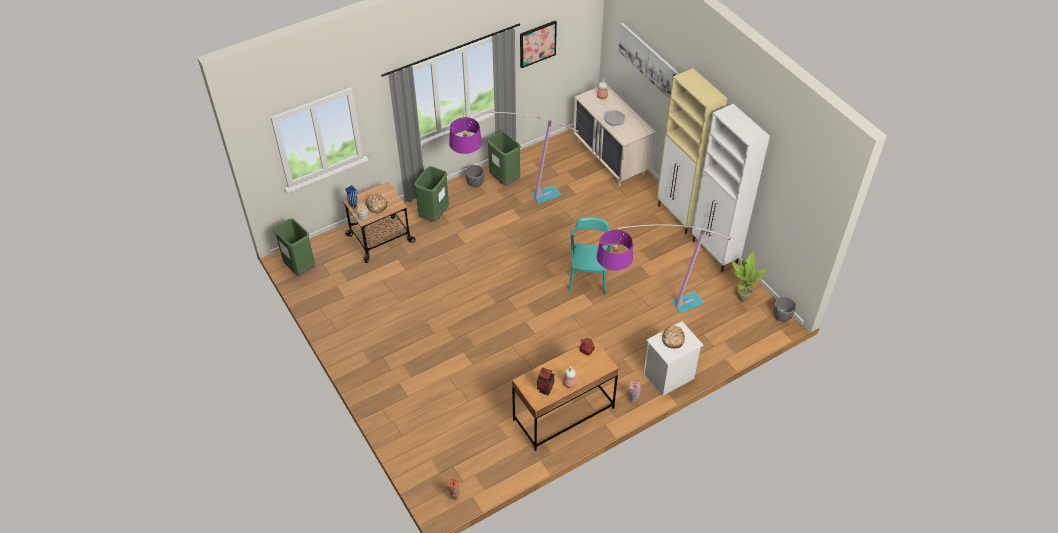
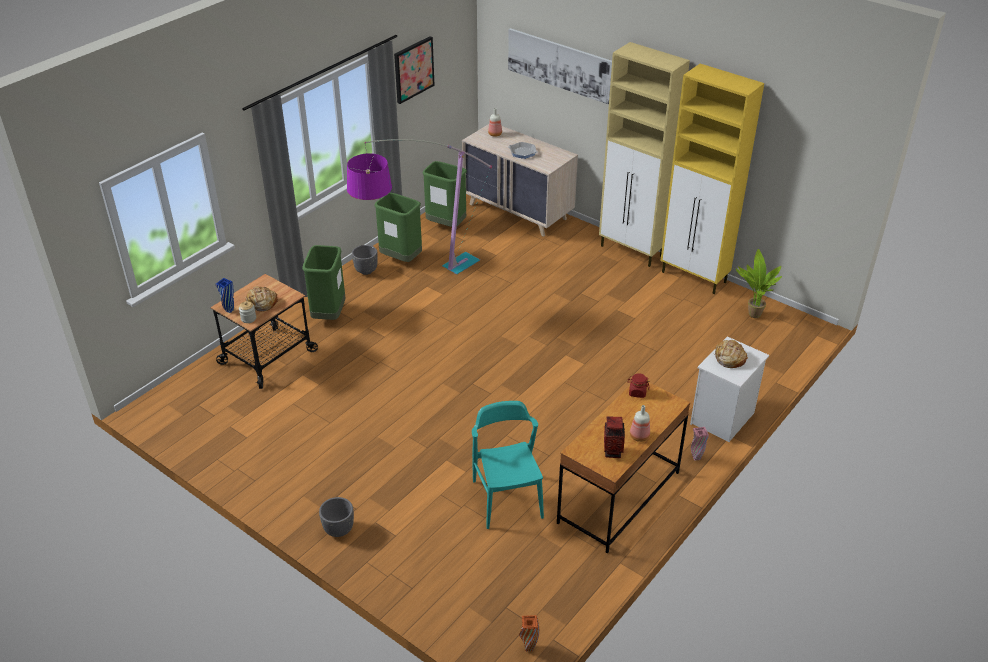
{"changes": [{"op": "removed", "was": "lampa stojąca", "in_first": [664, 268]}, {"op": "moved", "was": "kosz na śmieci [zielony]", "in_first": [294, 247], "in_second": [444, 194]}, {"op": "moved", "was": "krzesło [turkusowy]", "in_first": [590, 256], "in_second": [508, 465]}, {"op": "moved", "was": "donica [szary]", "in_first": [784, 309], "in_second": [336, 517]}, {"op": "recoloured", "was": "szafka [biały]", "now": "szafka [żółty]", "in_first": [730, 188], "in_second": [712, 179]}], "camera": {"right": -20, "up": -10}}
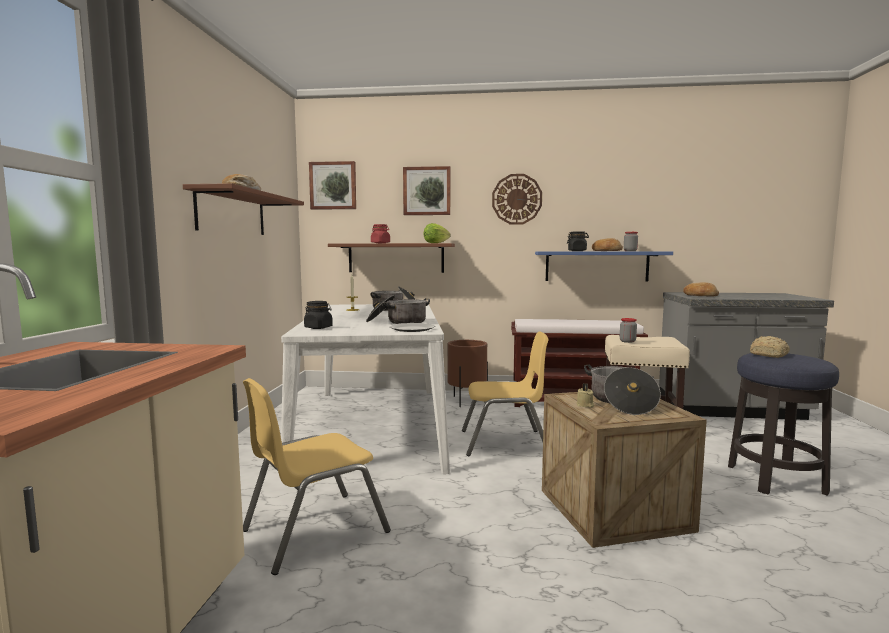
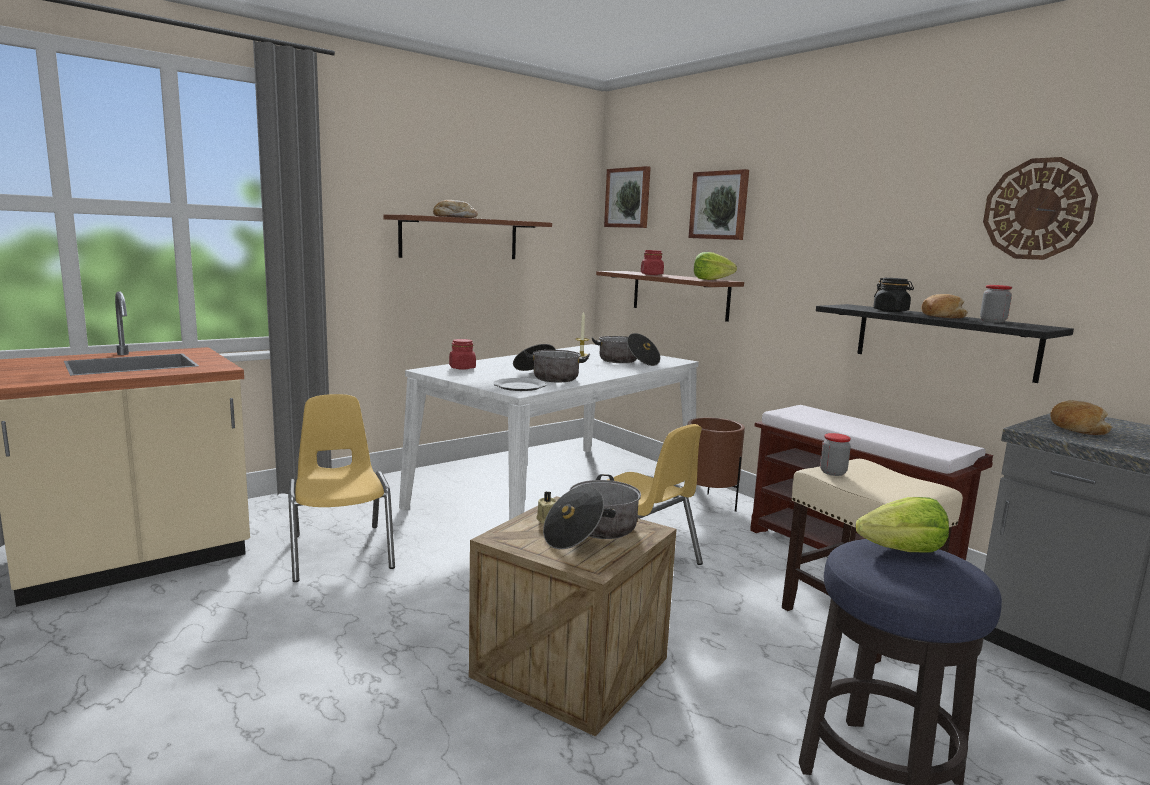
{"changes": [{"op": "moved", "was": "zegar ścienny", "in_first": [517, 199], "in_second": [1040, 208]}, {"op": "replaced", "was": "chleb", "now": "sałata", "in_first": [770, 347], "in_second": [902, 524]}, {"op": "recoloured", "was": "słoik [czarny]", "now": "słoik [czerwony]", "in_first": [318, 315], "in_second": [462, 354]}, {"op": "recoloured", "was": "półka [niebieski]", "now": "półka [czarny]", "in_first": [604, 266], "in_second": [945, 343]}, {"op": "turned", "was": "krzesło [żółty]", "in_first": [317, 476], "in_second": [341, 488], "clockwise": 60}], "camera": {"right": 45, "up": 5}}
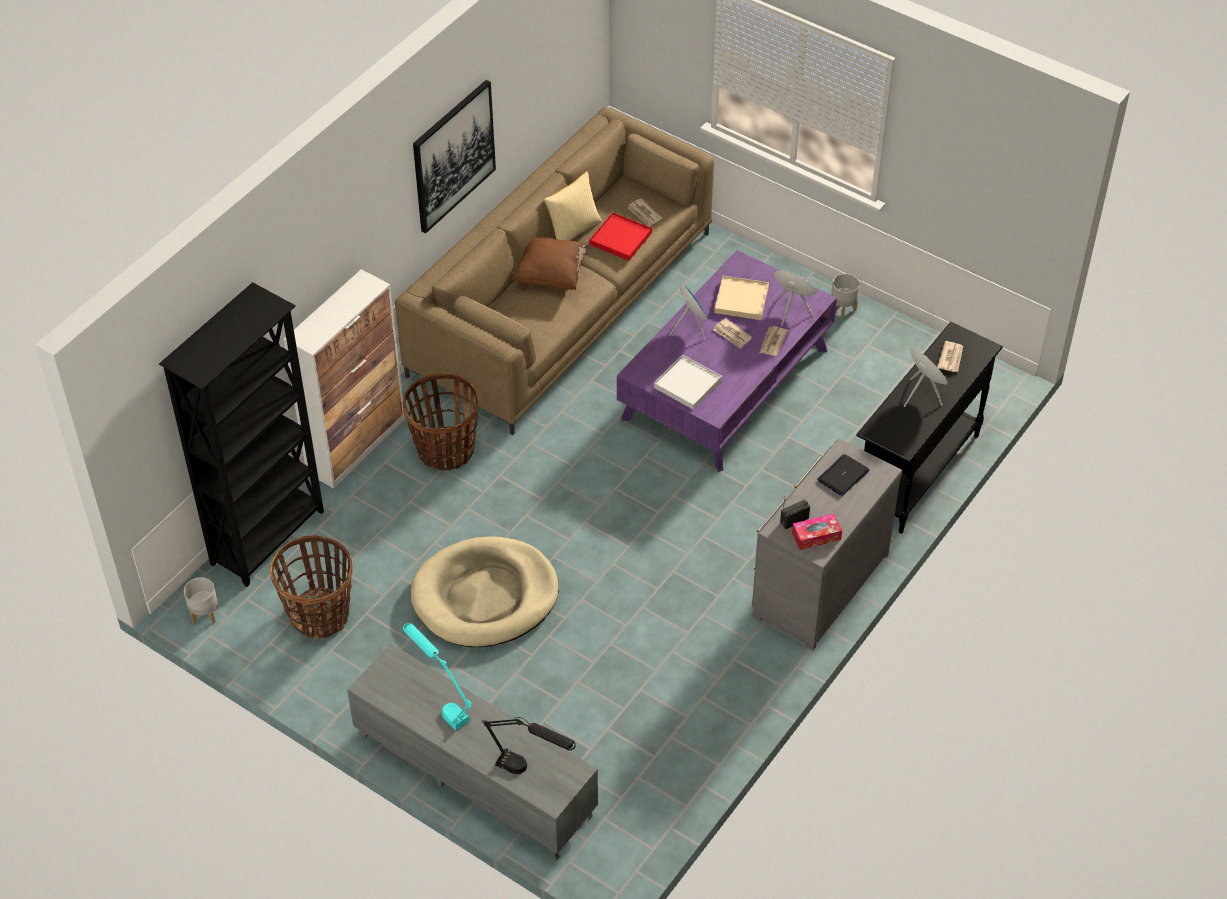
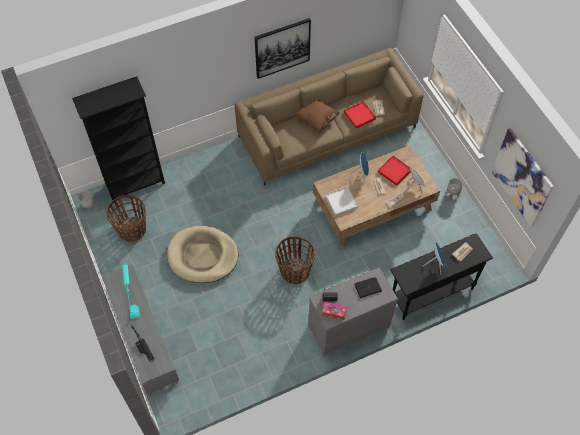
{"changes": [{"op": "removed", "was": "szafka", "in_first": [344, 379]}, {"op": "removed", "was": "poduszka", "in_first": [573, 206]}, {"op": "added", "now": "obraz", "in_second": [523, 177]}, {"op": "moved", "was": "koszyk", "in_first": [441, 422], "in_second": [295, 260]}, {"op": "recoloured", "was": "ława [fioletowy]", "now": "ława [brązowy]", "in_first": [727, 361], "in_second": [376, 196]}, {"op": "recoloured", "was": "taca [beżowy]", "now": "taca [czerwony]", "in_first": [741, 298], "in_second": [394, 171]}], "camera": {"right": 30, "up": 10}}
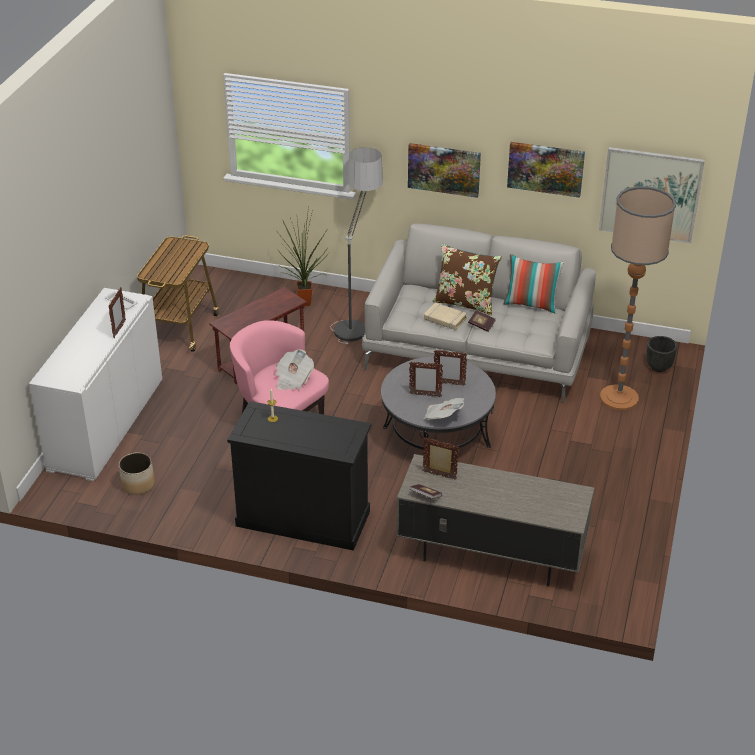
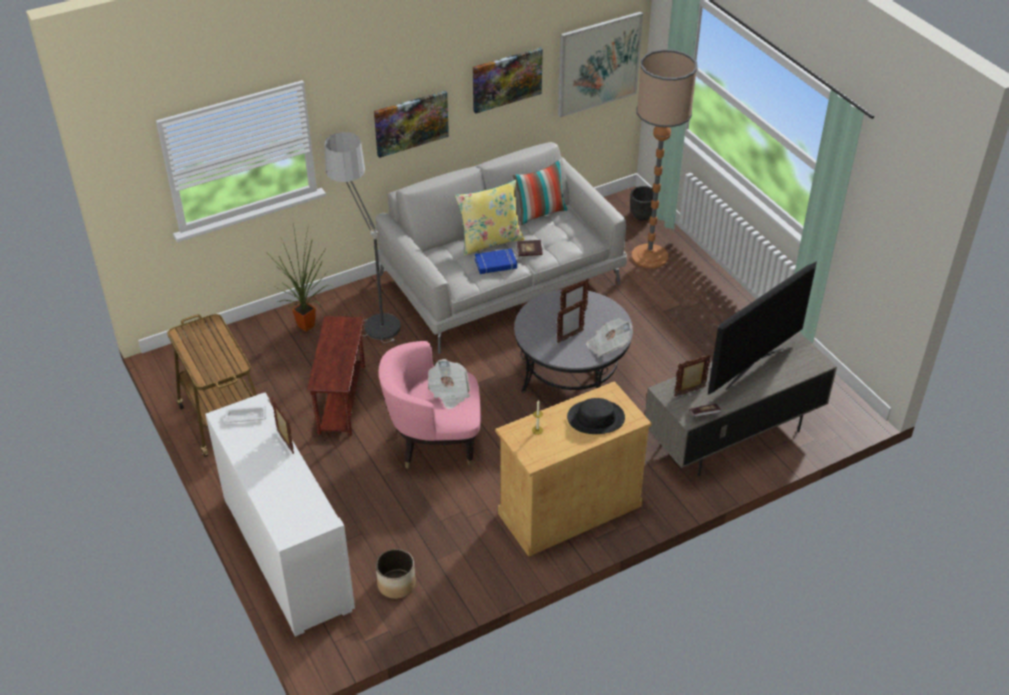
{"changes": [{"op": "added", "now": "kapelusz [czarny]", "in_second": [596, 416]}, {"op": "added", "now": "telewizor", "in_second": [762, 328]}, {"op": "recoloured", "was": "szafka [czarny]", "now": "szafka [beżowy]", "in_first": [299, 476], "in_second": [573, 469]}, {"op": "recoloured", "was": "książka [beżowy]", "now": "książka [niebieski]", "in_first": [445, 316], "in_second": [496, 261]}, {"op": "recoloured", "was": "poduszka [brązowy]", "now": "poduszka [żółty]", "in_first": [467, 279], "in_second": [489, 218]}], "camera": {"right": -45, "up": 5}}
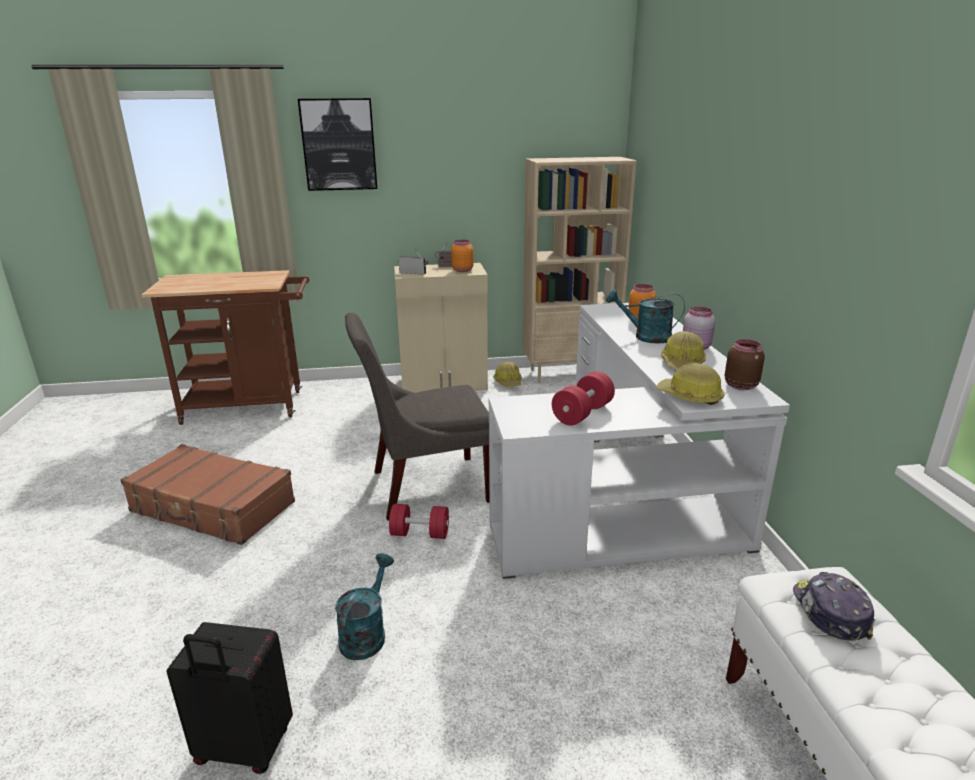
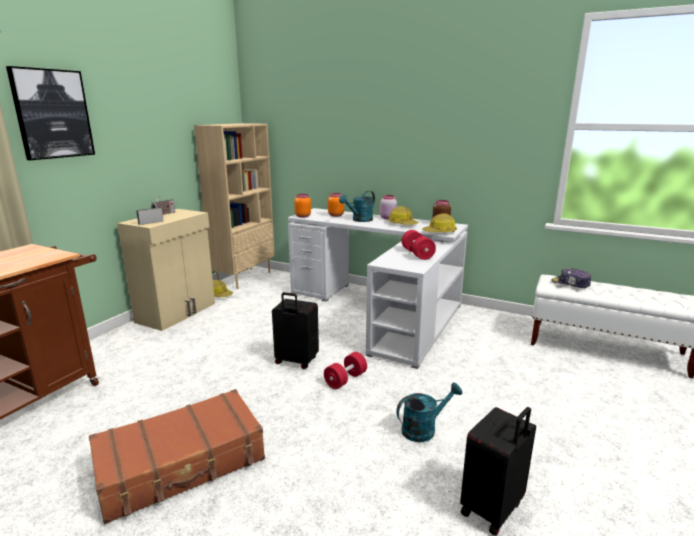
{"changes": [{"op": "moved", "was": "słoik [pomarańczowy]", "in_first": [462, 256], "in_second": [302, 206]}, {"op": "replaced", "was": "krzesło [szary]", "now": "walizka [czarny]", "in_first": [417, 417], "in_second": [295, 330]}, {"op": "turned", "was": "konewka [turkusowy]", "in_first": [364, 606], "in_second": [429, 412], "clockwise": 105}], "camera": {"right": -55, "up": -5}}
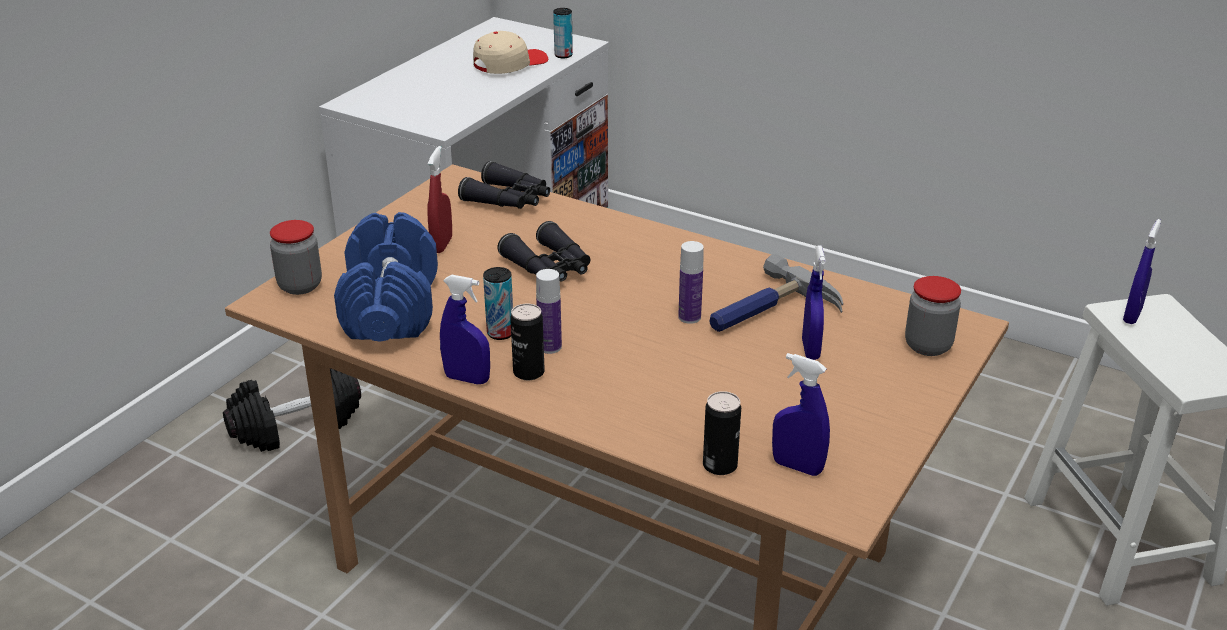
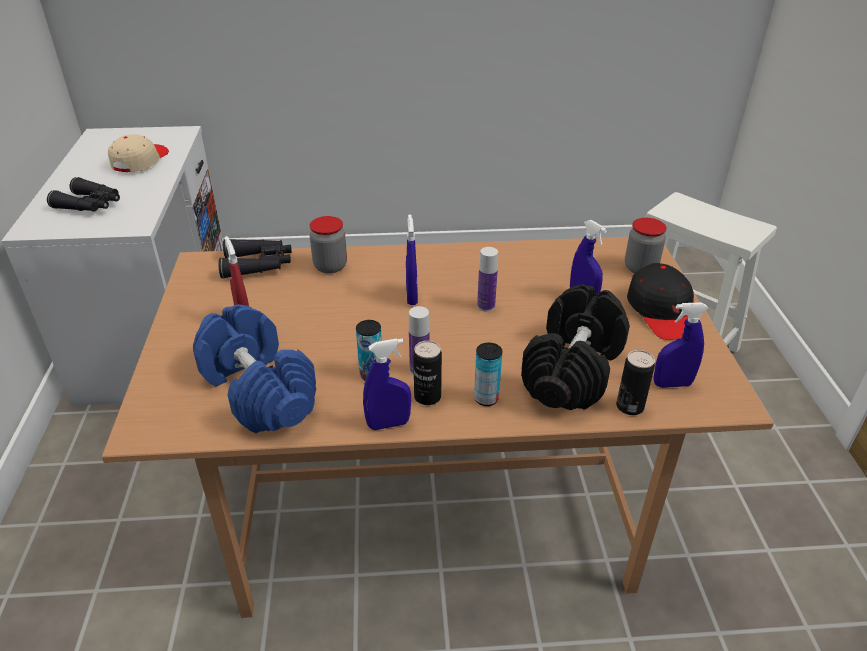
{"changes": [{"op": "removed", "was": "młotek", "in_first": [776, 293]}, {"op": "added", "now": "czapka z daszkiem [czarny]", "in_second": [660, 301]}, {"op": "moved", "was": "hantel [czarny]", "in_first": [292, 410], "in_second": [575, 347]}, {"op": "moved", "was": "słoik", "in_first": [296, 257], "in_second": [328, 245]}, {"op": "moved", "was": "lornetka [czarny]", "in_first": [544, 251], "in_second": [83, 194]}, {"op": "moved", "was": "puszka", "in_first": [563, 33], "in_second": [488, 374]}, {"op": "moved", "was": "spryskiwacz [niebieski]", "in_first": [1142, 271], "in_second": [412, 259]}], "camera": {"right": -35, "up": 5}}
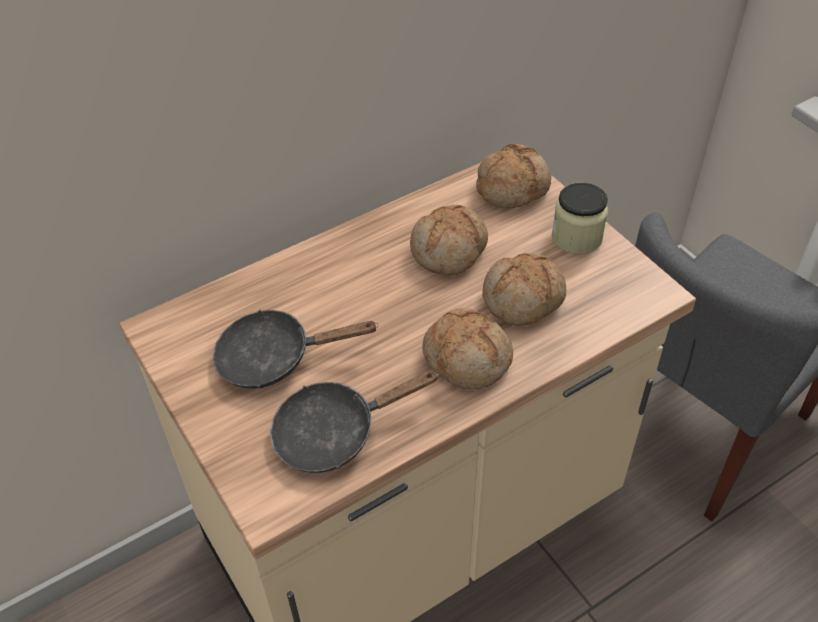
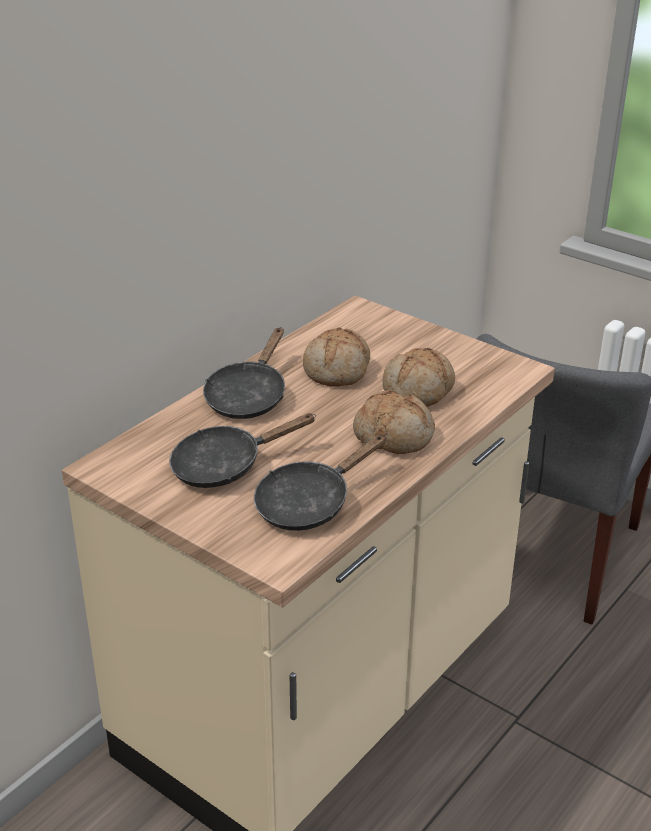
{"changes": [{"op": "removed", "was": "chleb", "in_first": [513, 176]}, {"op": "removed", "was": "słoik", "in_first": [580, 218]}, {"op": "added", "now": "patelnia [czarny]", "in_second": [244, 373]}], "camera": {"right": -20, "up": -15}}
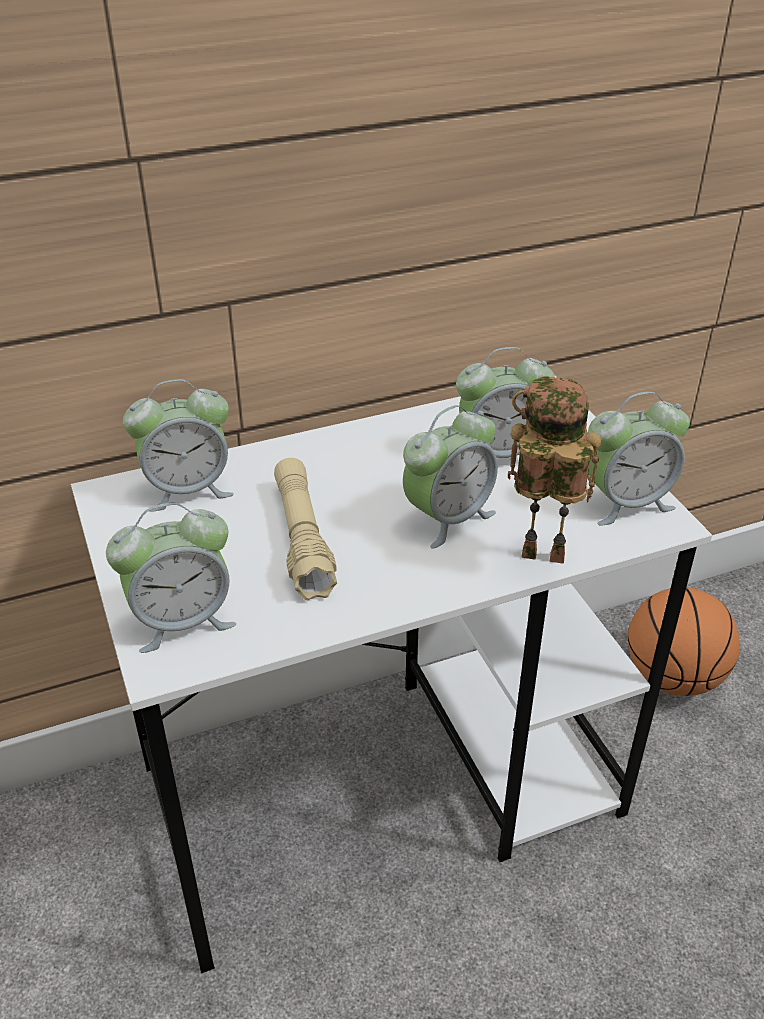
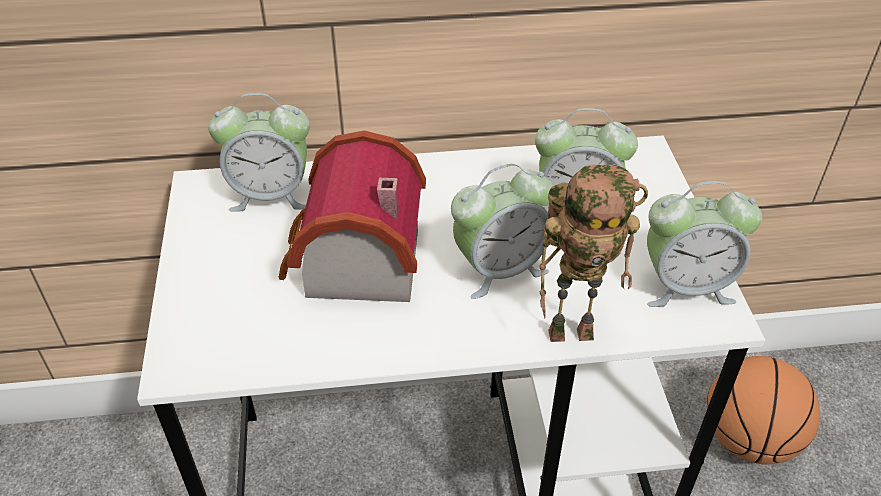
{"changes": [{"op": "removed", "was": "budzik", "in_first": [171, 578]}, {"op": "replaced", "was": "latarka [beżowy]", "now": "domek", "in_first": [305, 529], "in_second": [352, 216]}, {"op": "turned", "was": "robot zabawkowy", "in_first": [554, 470], "in_second": [593, 253], "clockwise": 150}], "camera": {"right": 15, "up": 5}}
